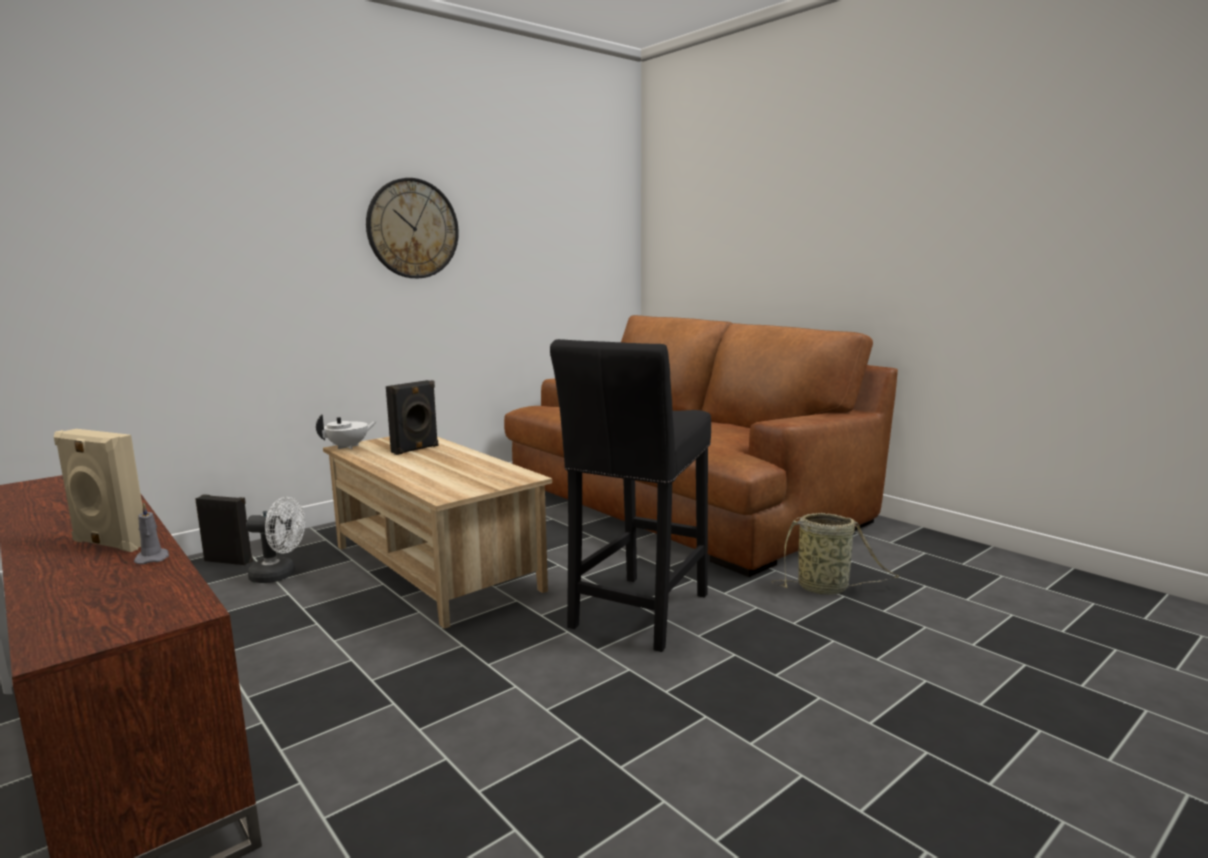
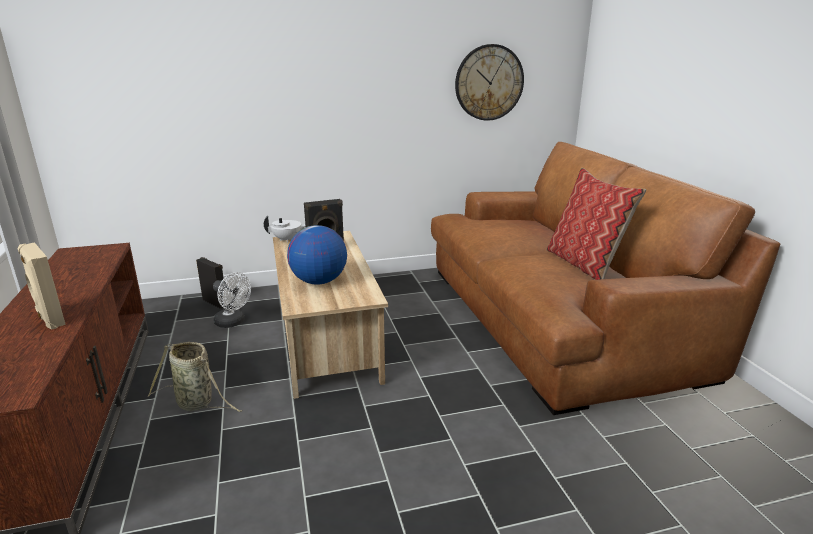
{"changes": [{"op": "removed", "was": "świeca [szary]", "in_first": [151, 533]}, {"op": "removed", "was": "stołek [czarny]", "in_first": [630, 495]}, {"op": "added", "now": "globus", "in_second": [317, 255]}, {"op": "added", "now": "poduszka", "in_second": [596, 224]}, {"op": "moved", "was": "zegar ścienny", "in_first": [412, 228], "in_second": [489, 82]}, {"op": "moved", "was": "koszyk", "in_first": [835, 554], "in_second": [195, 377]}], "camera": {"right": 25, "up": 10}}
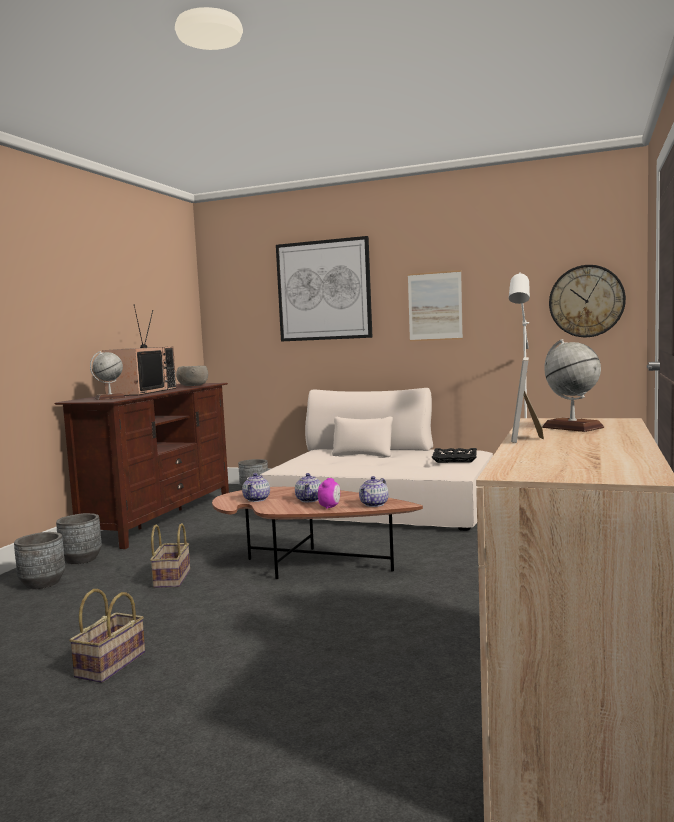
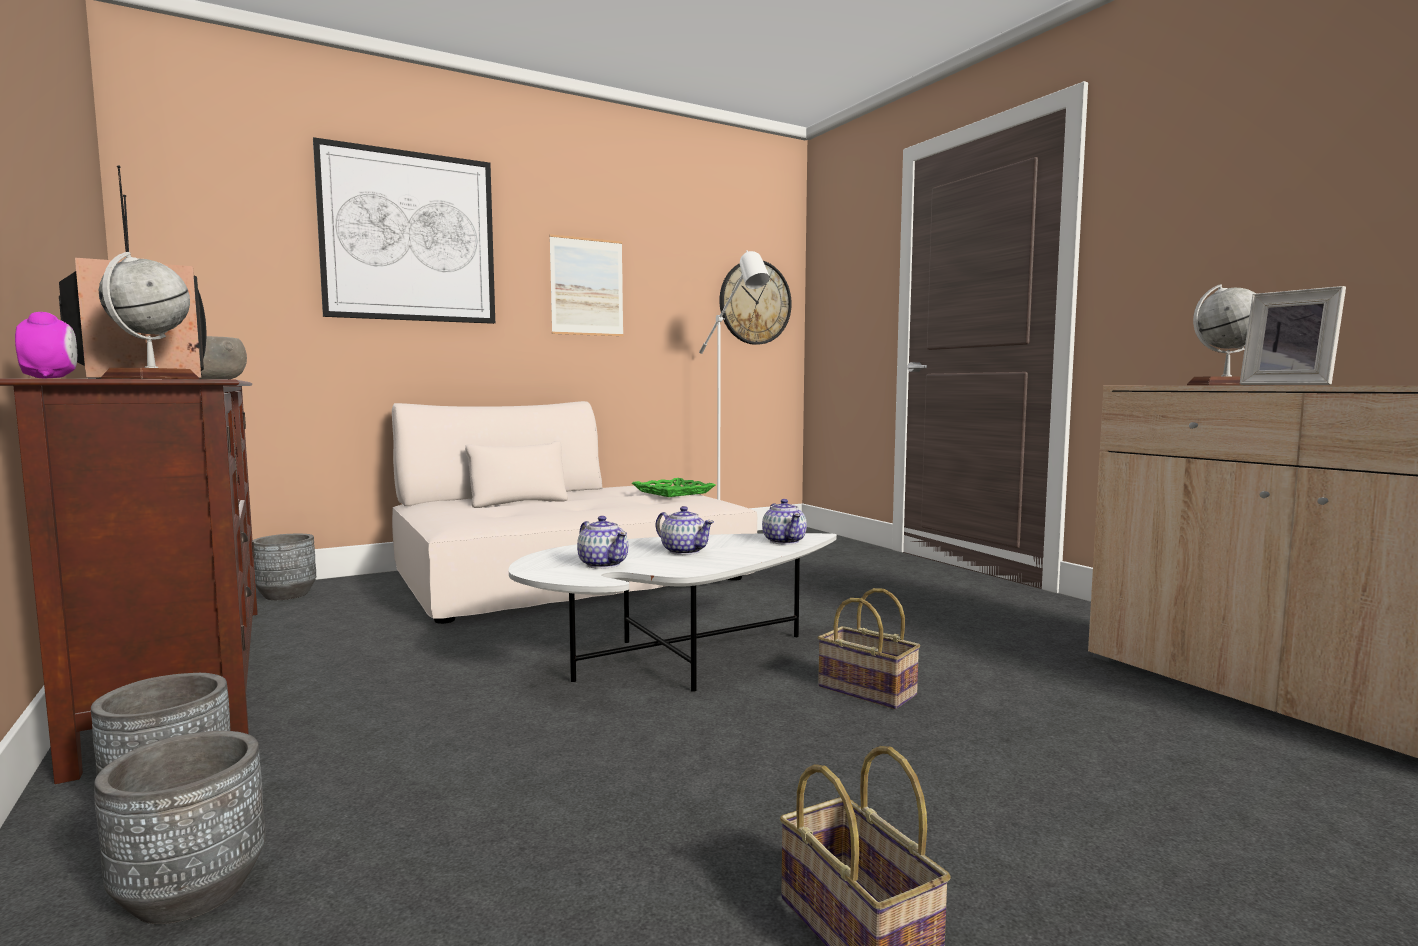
{"changes": [{"op": "moved", "was": "koszyk", "in_first": [170, 555], "in_second": [869, 648]}, {"op": "moved", "was": "budzik", "in_first": [329, 493], "in_second": [46, 345]}, {"op": "recoloured", "was": "ława [brązowy]", "now": "ława [biały]", "in_first": [317, 533], "in_second": [673, 612]}, {"op": "recoloured", "was": "taca [czarny]", "now": "taca [zielony]", "in_first": [454, 455], "in_second": [673, 487]}], "camera": {"right": -50, "up": 0}}
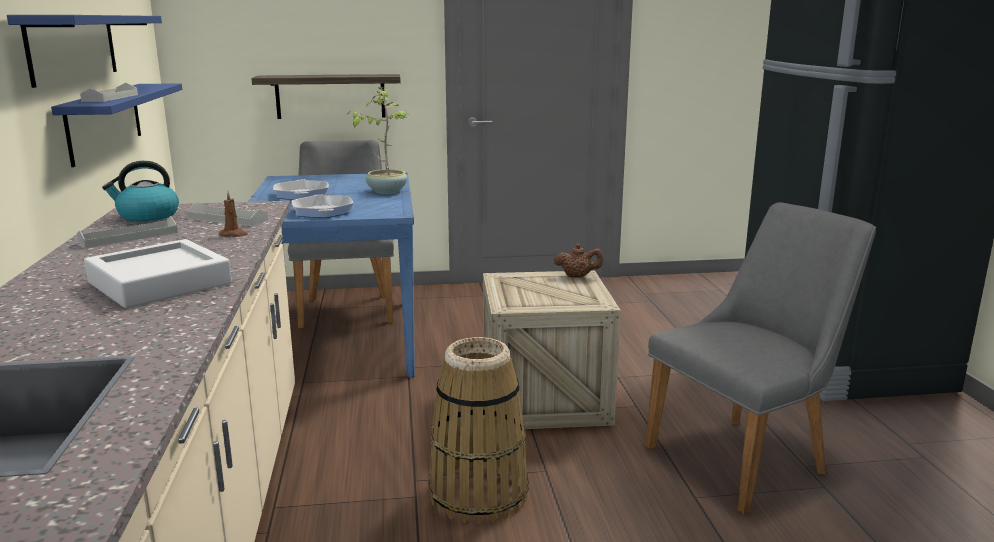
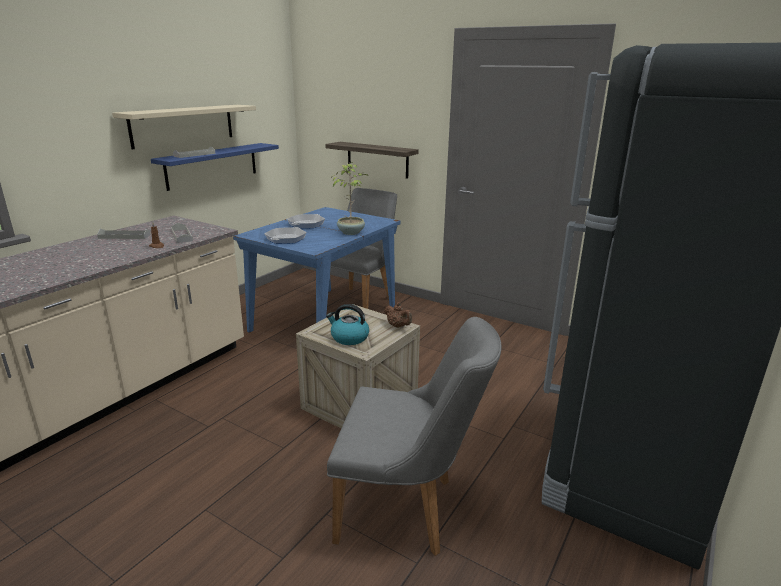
{"changes": [{"op": "removed", "was": "taca [szary]", "in_first": [158, 273]}, {"op": "removed", "was": "koszyk", "in_first": [479, 430]}, {"op": "moved", "was": "czajnik", "in_first": [140, 191], "in_second": [347, 324]}, {"op": "recoloured", "was": "półka [niebieski]", "now": "półka [beżowy]", "in_first": [84, 51], "in_second": [184, 127]}], "camera": {"right": 40, "up": 5}}
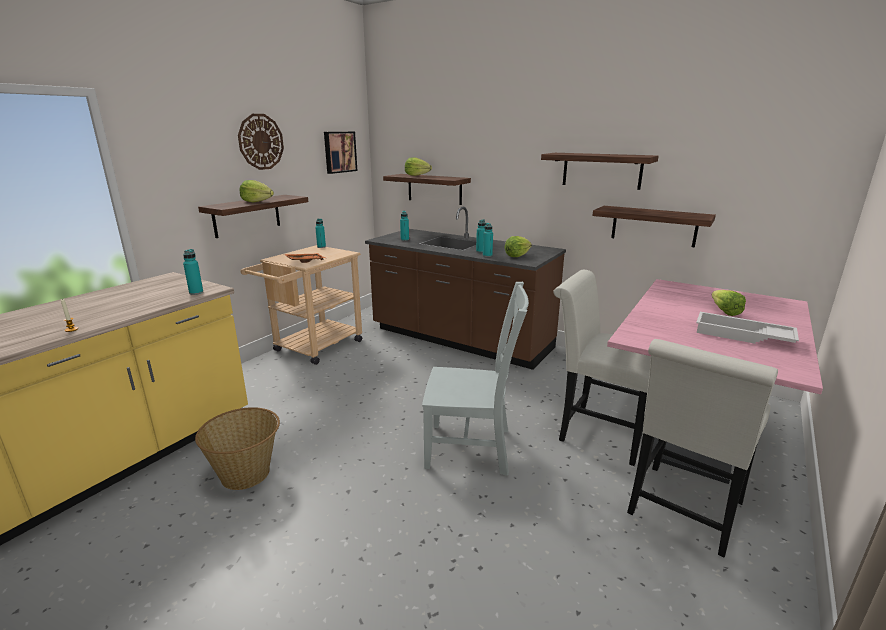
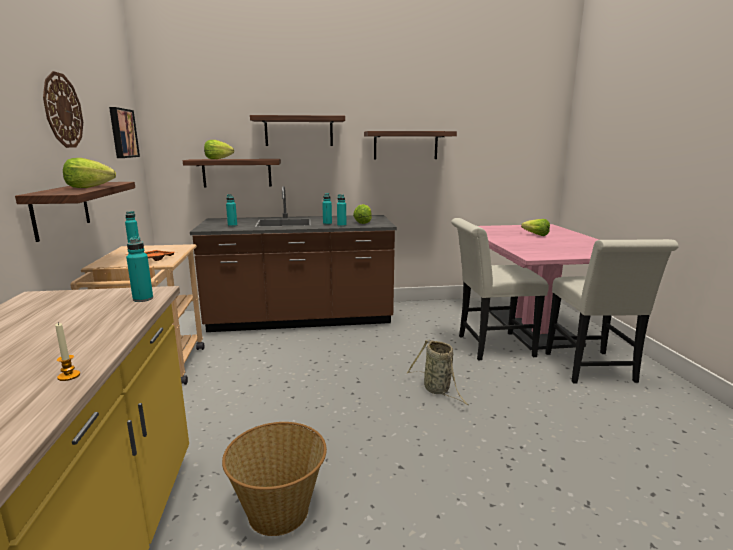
{"changes": [{"op": "removed", "was": "taca [biały]", "in_first": [747, 328]}, {"op": "moved", "was": "półka", "in_first": [654, 227], "in_second": [297, 130]}, {"op": "replaced", "was": "krzesło [szary]", "now": "koszyk", "in_first": [475, 379], "in_second": [438, 372]}], "camera": {"right": -40, "up": -5}}
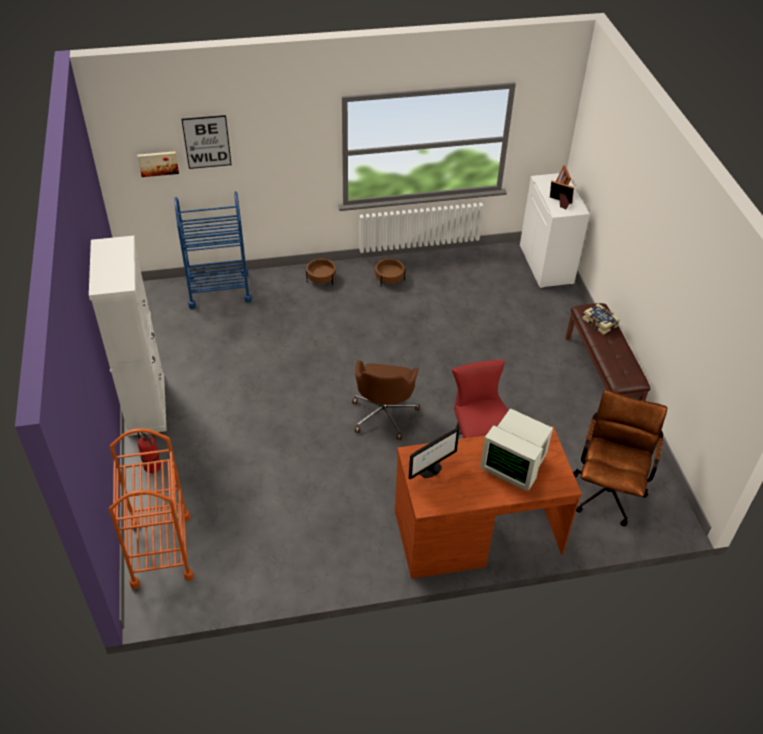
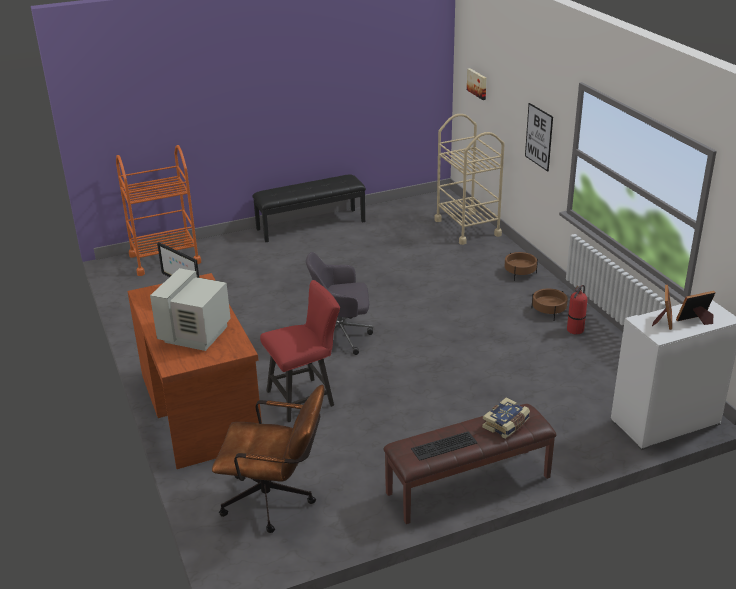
{"changes": [{"op": "added", "now": "klawiatura", "in_second": [444, 446]}, {"op": "moved", "was": "gaśnica", "in_first": [149, 452], "in_second": [577, 310]}, {"op": "moved", "was": "obraz", "in_first": [206, 142], "in_second": [539, 137]}, {"op": "replaced", "was": "szafka [biały]", "now": "ławka [czarny]", "in_first": [128, 336], "in_second": [309, 208]}, {"op": "recoloured", "was": "wózek [niebieski]", "now": "wózek [beżowy]", "in_first": [213, 250], "in_second": [469, 179]}, {"op": "recoloured", "was": "krzesło biurowe [brązowy]", "now": "krzesło biurowe [szary]", "in_first": [386, 400], "in_second": [339, 303]}], "camera": {"right": 80, "up": -15}}
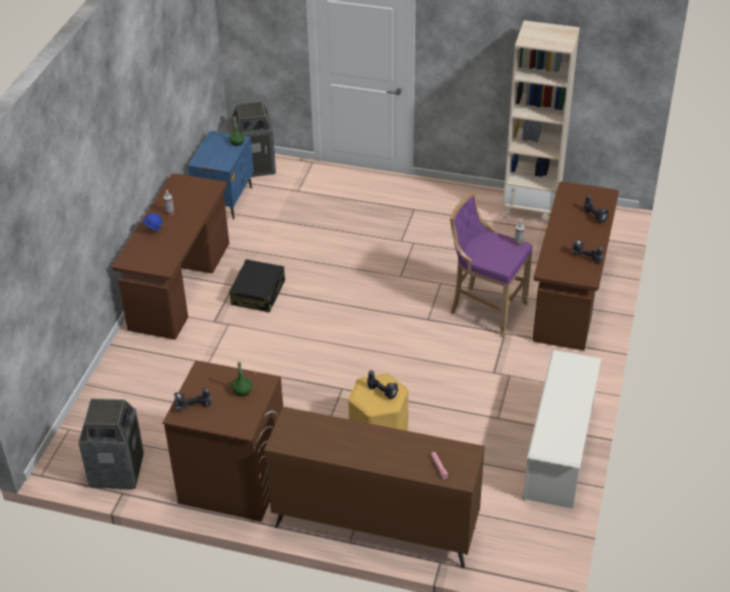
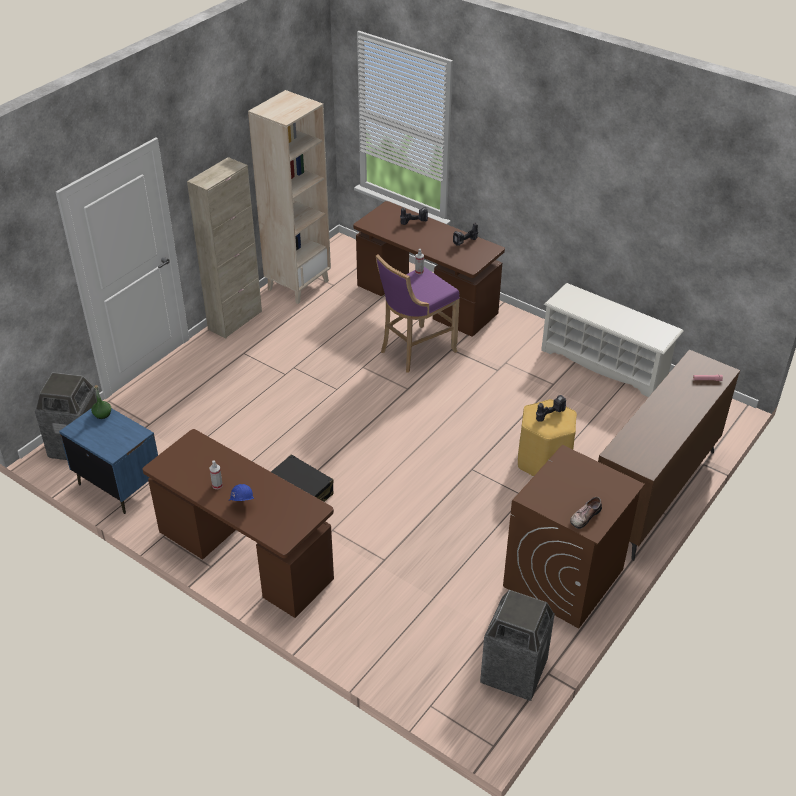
{"changes": [{"op": "removed", "was": "butelka [zielony]", "in_first": [241, 378]}, {"op": "added", "now": "szafka [beżowy]", "in_second": [224, 247]}, {"op": "replaced", "was": "wiertarka", "now": "but", "in_first": [192, 399], "in_second": [586, 513]}], "camera": {"right": -70, "up": 0}}
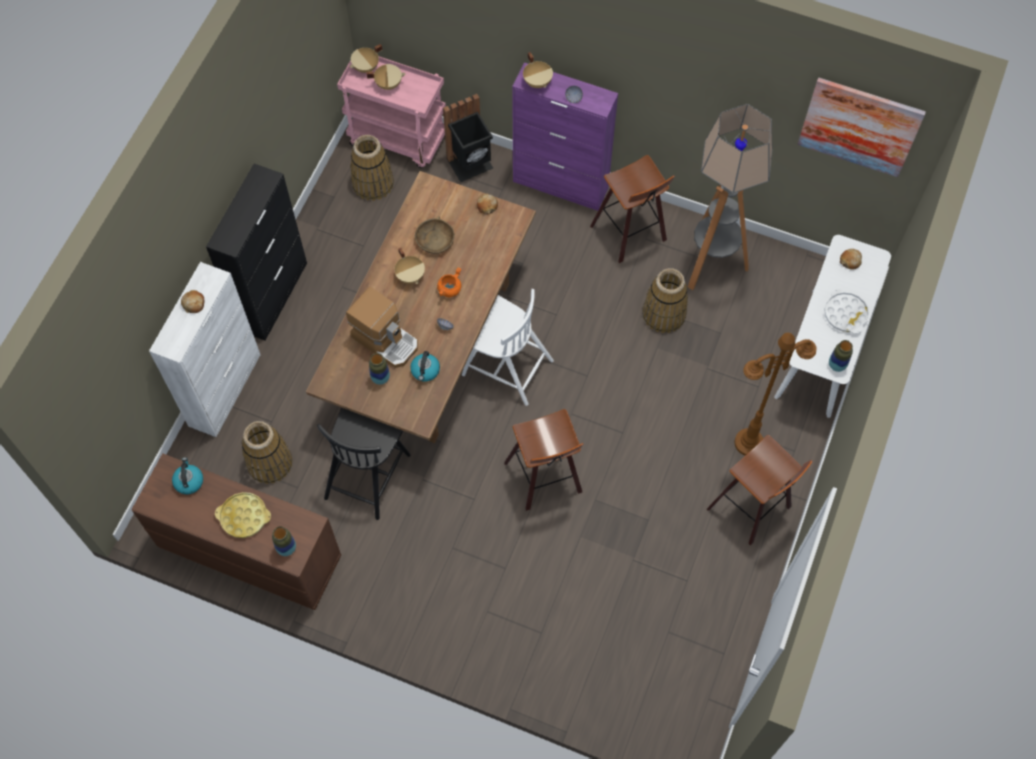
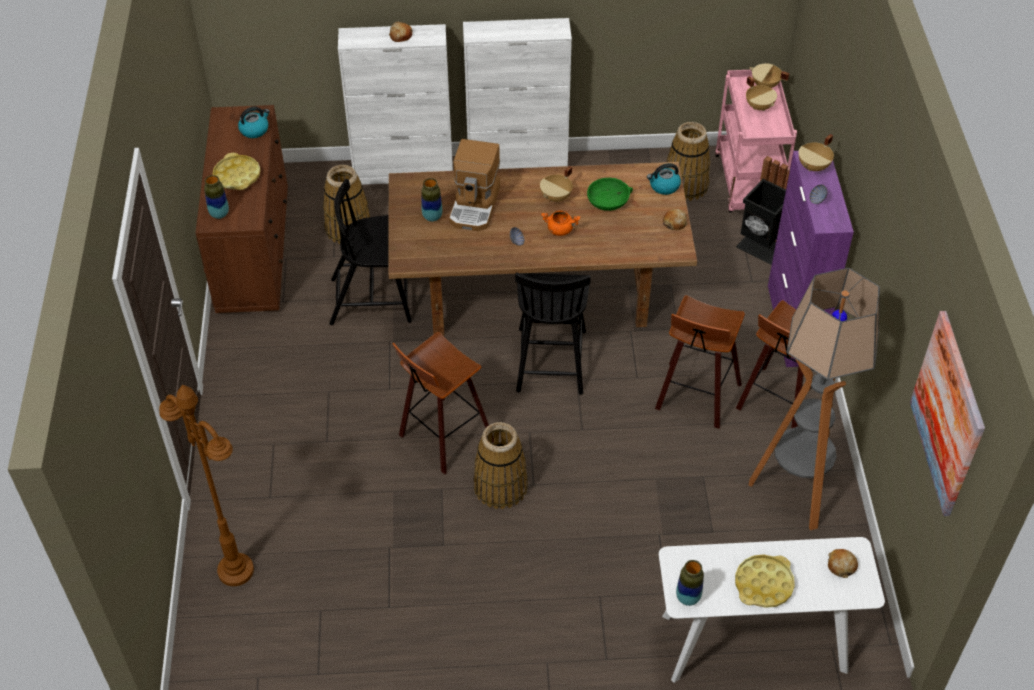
{"changes": [{"op": "moved", "was": "czajnik", "in_first": [425, 366], "in_second": [664, 179]}, {"op": "moved", "was": "koszyk", "in_first": [665, 300], "in_second": [500, 465]}, {"op": "moved", "was": "stołek", "in_first": [759, 490], "in_second": [700, 362]}, {"op": "moved", "was": "lampa stojąca [brązowy]", "in_first": [775, 394], "in_second": [206, 485]}, {"op": "recoloured", "was": "szafka [czarny]", "now": "szafka [biały]", "in_first": [256, 252], "in_second": [517, 93]}, {"op": "recoloured", "was": "miska [brązowy]", "now": "miska [zielony]", "in_first": [435, 235], "in_second": [610, 194]}, {"op": "recoloured", "was": "krzesło [biały]", "now": "krzesło [czarny]", "in_first": [508, 347], "in_second": [553, 333]}, {"op": "recoloured", "was": "taca [biały]", "now": "taca [żółty]", "in_first": [846, 311], "in_second": [765, 581]}], "camera": {"right": 65, "up": -15}}
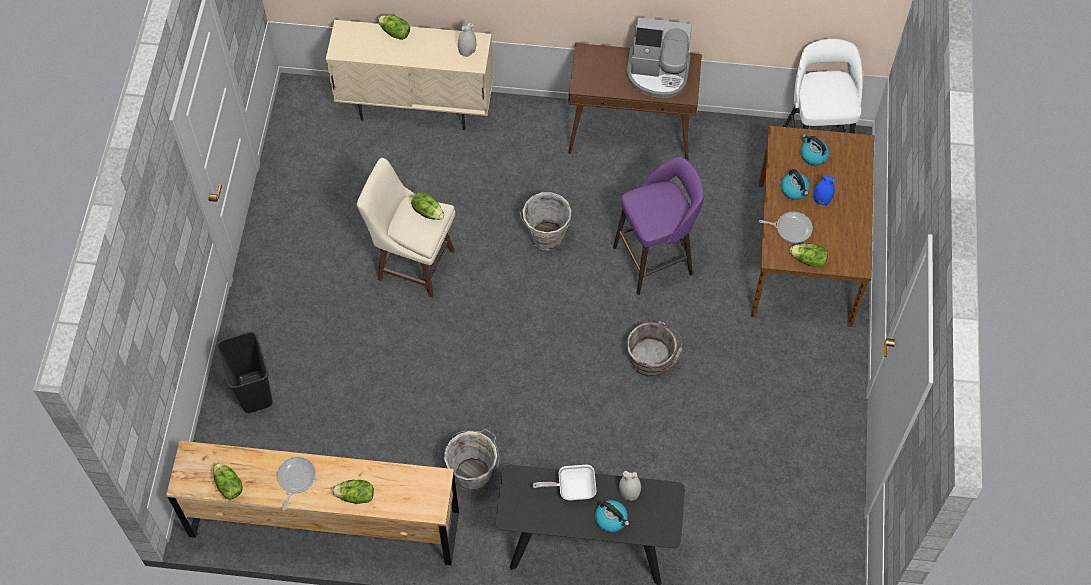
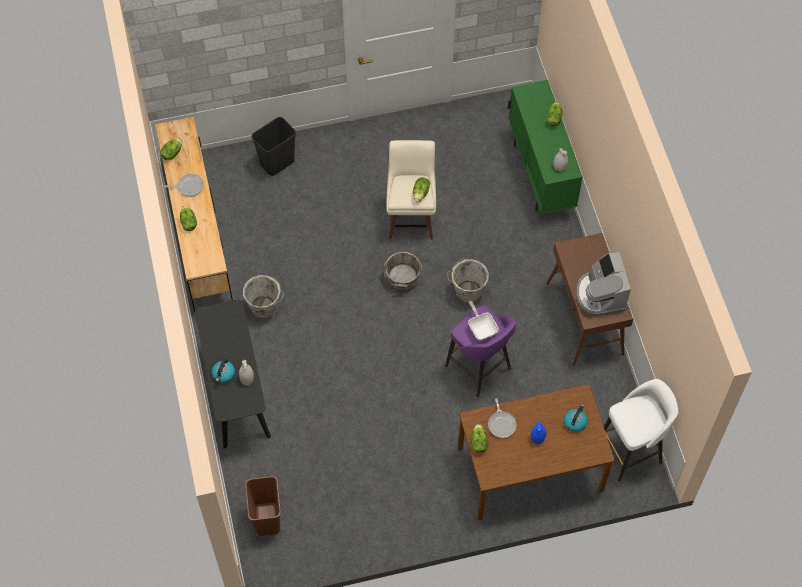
{"changes": [{"op": "removed", "was": "czajnik", "in_first": [795, 184]}, {"op": "added", "now": "kosz na śmieci [brązowy]", "in_second": [263, 506]}, {"op": "moved", "was": "patelnia", "in_first": [564, 482], "in_second": [483, 320]}, {"op": "moved", "was": "wiadro [szary]", "in_first": [654, 348], "in_second": [403, 271]}, {"op": "recoloured", "was": "szafka [beżowy]", "now": "szafka [zielony]", "in_first": [410, 75], "in_second": [545, 147]}], "camera": {"right": 70, "up": 0}}
